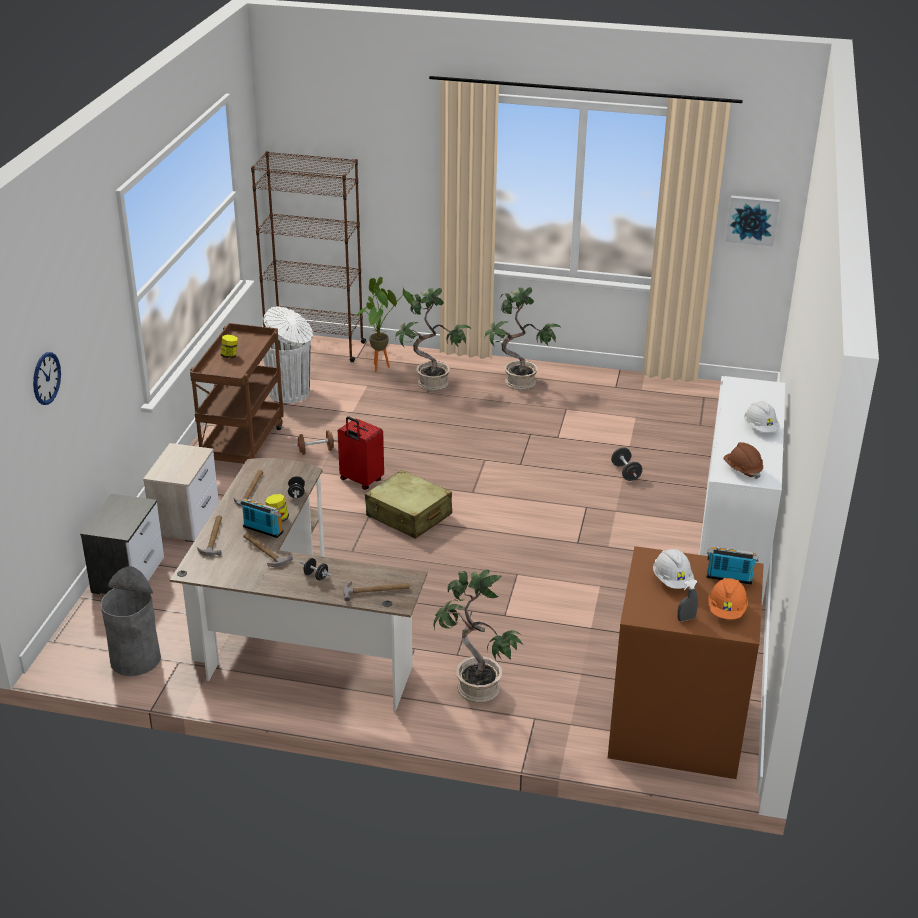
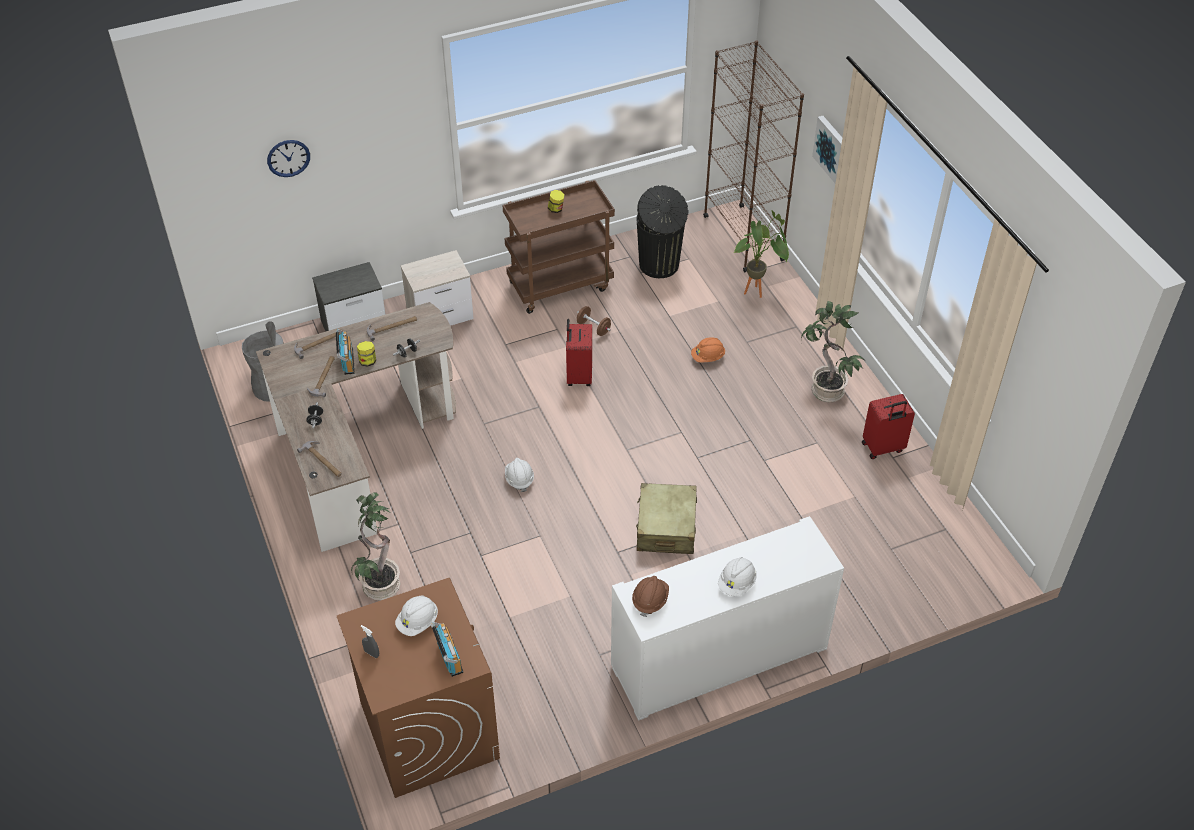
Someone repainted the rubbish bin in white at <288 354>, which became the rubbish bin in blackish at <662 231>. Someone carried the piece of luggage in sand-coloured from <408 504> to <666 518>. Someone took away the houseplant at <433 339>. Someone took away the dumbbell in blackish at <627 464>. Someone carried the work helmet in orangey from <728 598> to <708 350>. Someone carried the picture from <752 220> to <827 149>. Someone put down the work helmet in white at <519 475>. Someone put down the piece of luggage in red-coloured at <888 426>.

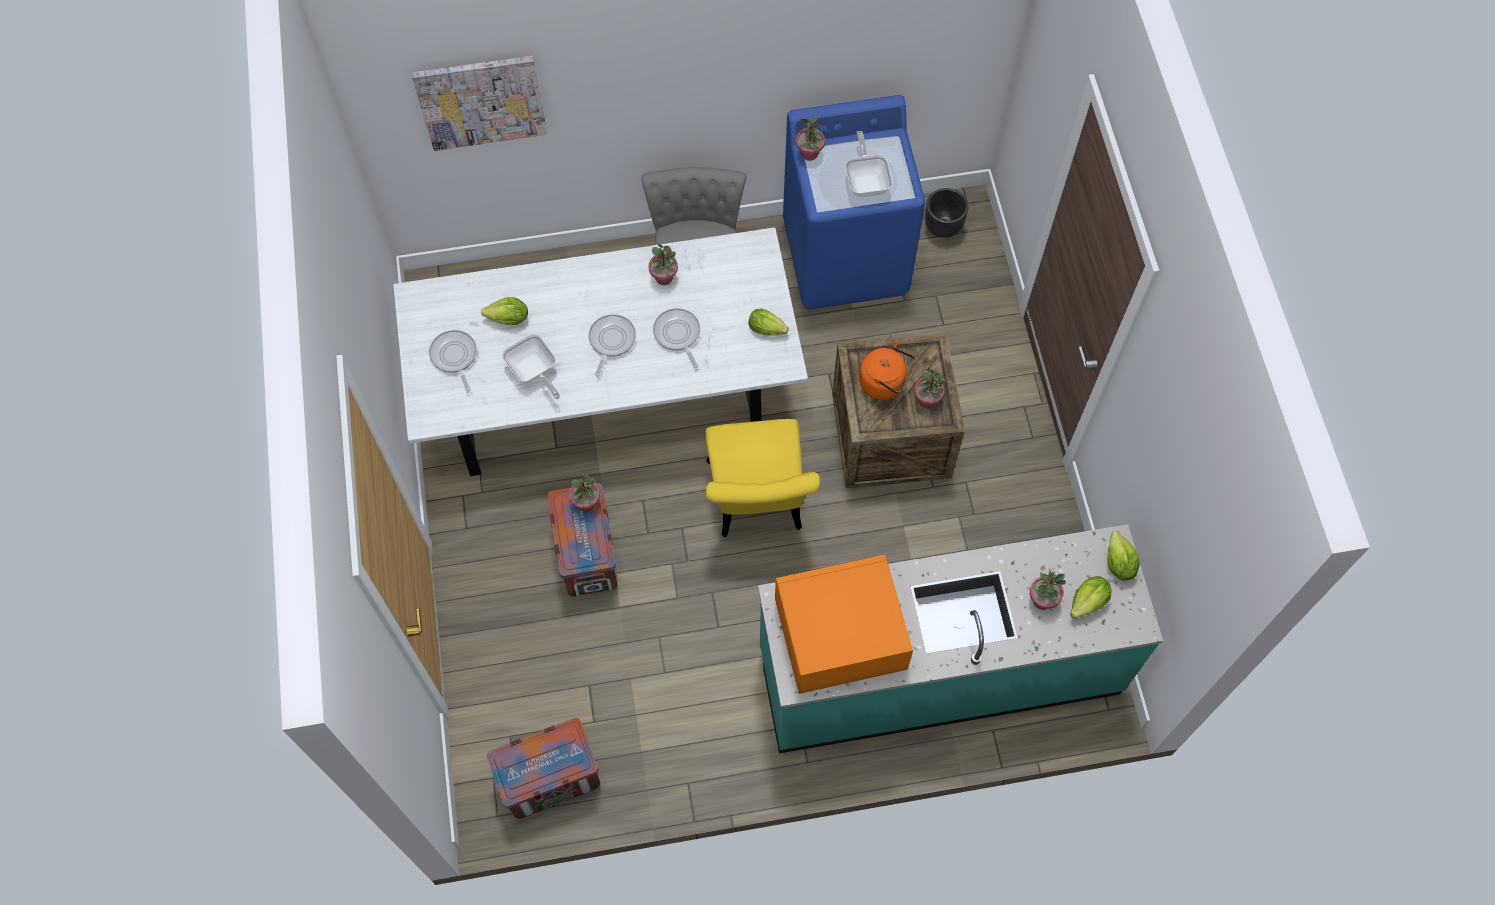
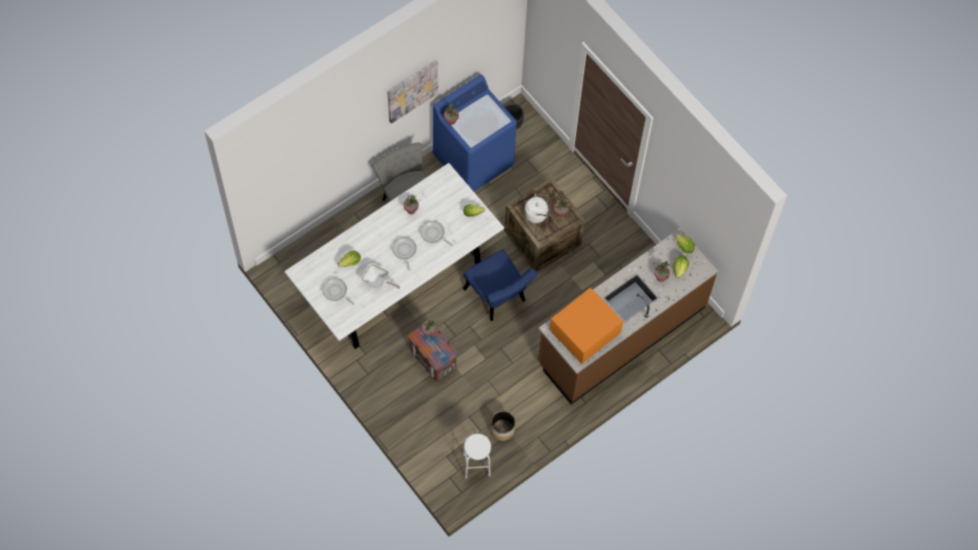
Someone carried the picture from <479 103> to <412 92>. Someone swapped the packing crate at <543 768> for the stool seat in white at <477 456>. Someone repainted the upright chair in yellowish at <762 478>, which became the upright chair in bluish at <500 285>. Someone repainted the kitchen counter in turquoise-coloured at <960 638>, which became the kitchen counter in brownish at <628 316>. Someone took away the frying pan at <869 164>. Someone repainted the tea kettle in orangey at <887 371>, which became the tea kettle in white at <537 208>. Someone put down the flower pot at <503 426>.

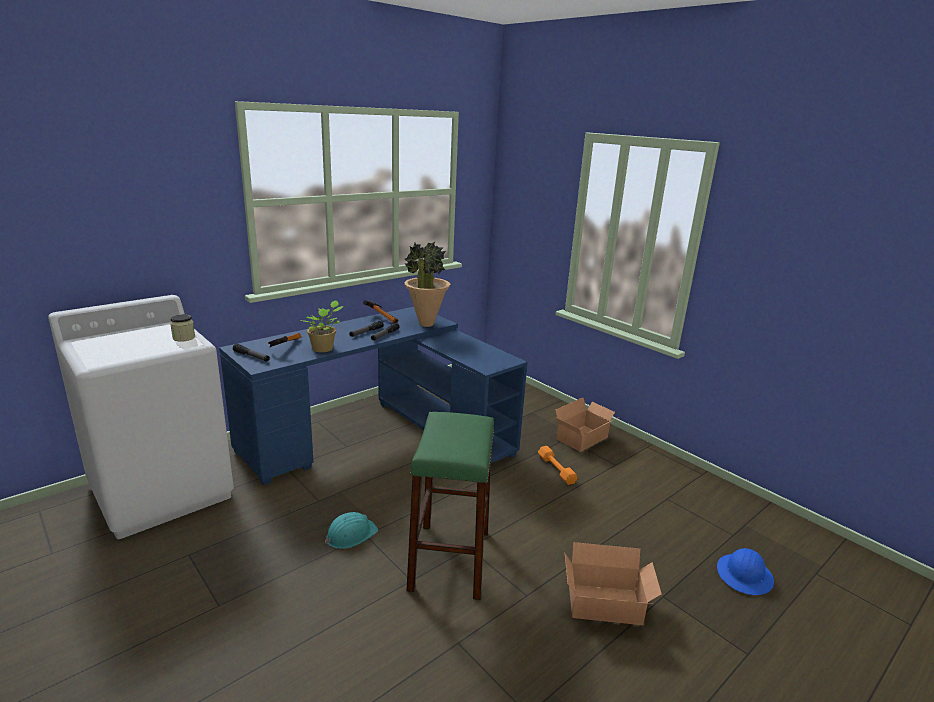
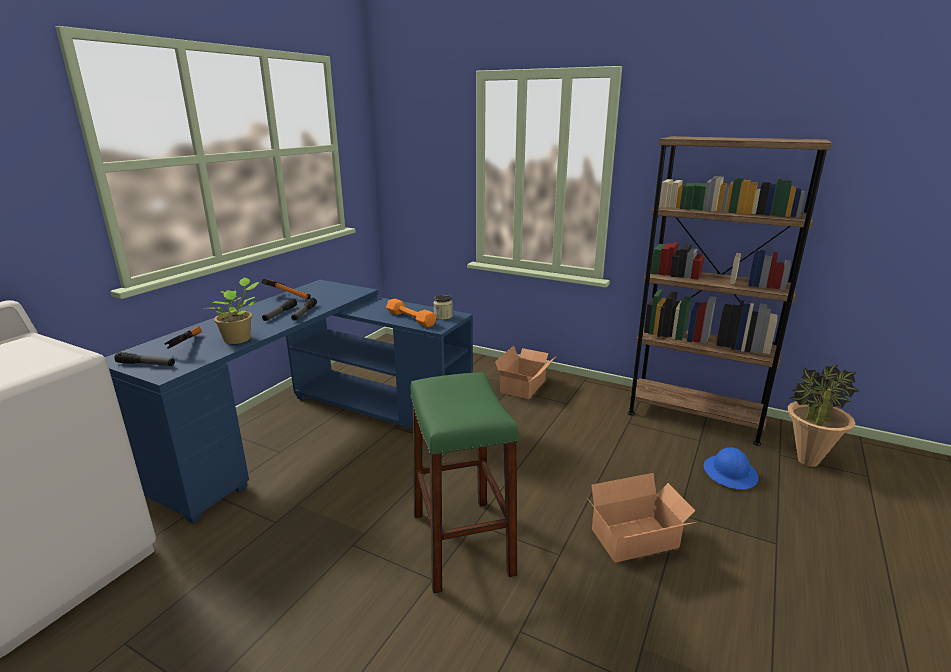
Someone carried the jar from <182 328> to <443 307>. Someone took away the work helmet in turquoise-coloured at <351 530>. Someone carried the houseplant from <427 284> to <823 415>. Someone carried the dumbbell in orangey from <558 465> to <411 313>. Someone put down the bookshelf in brownish at <730 291>.

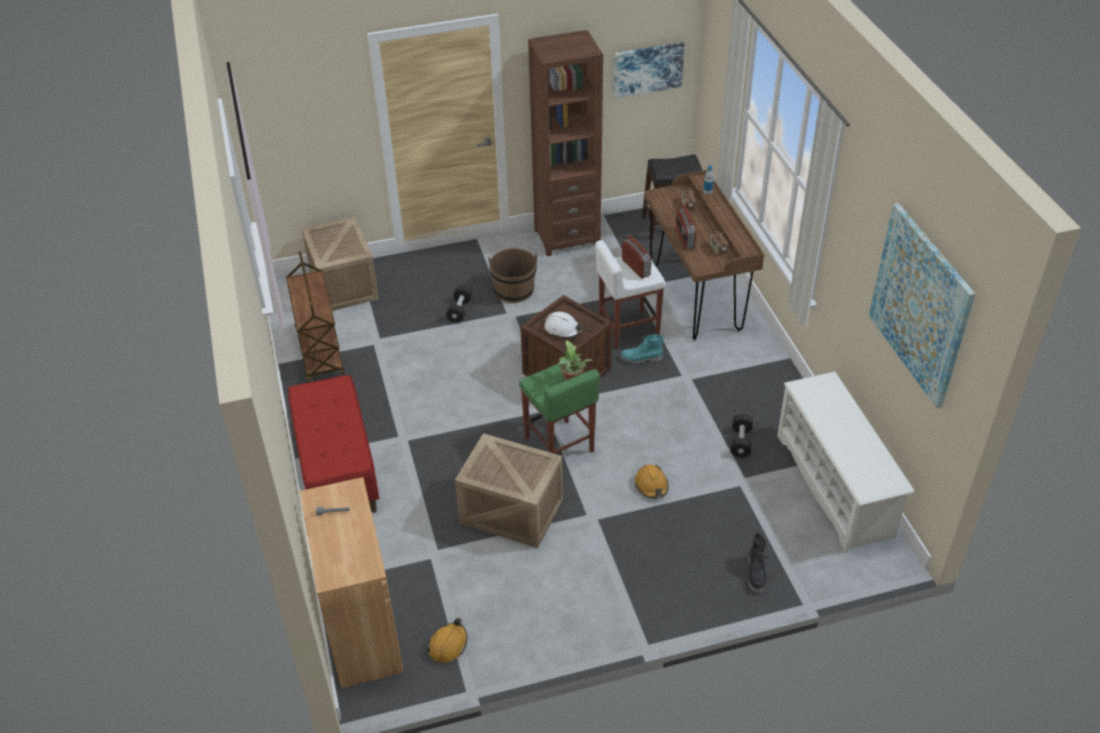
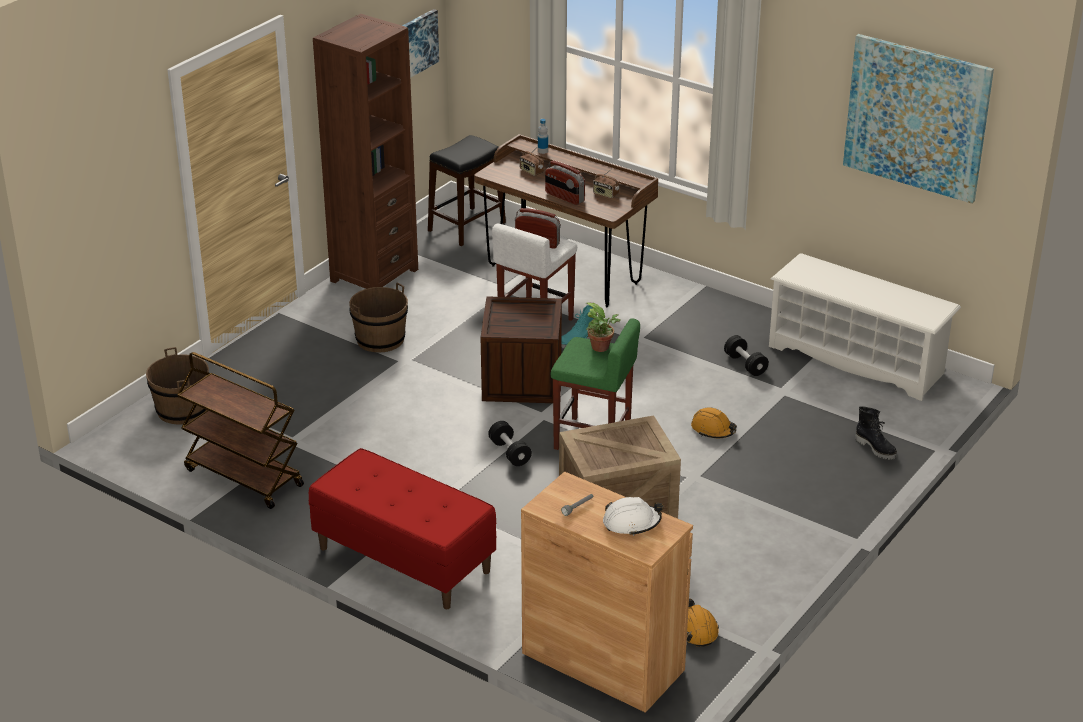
Someone swapped the packing crate at <340 263> for the bucket in brownish at <177 386>. Someone carried the dumbbell in blackish from <459 304> to <510 443>. Someone carried the work helmet in white from <563 324> to <633 516>.

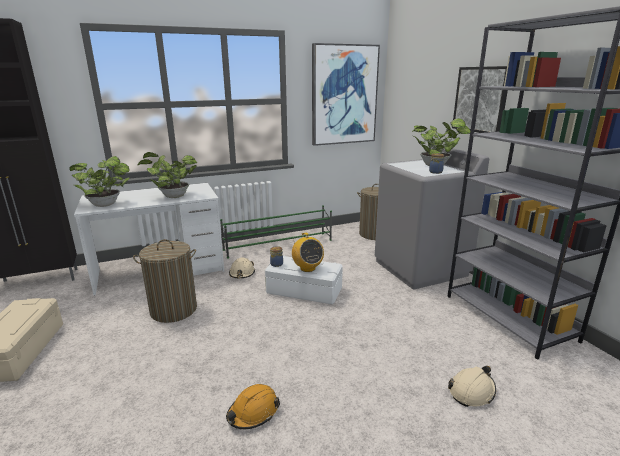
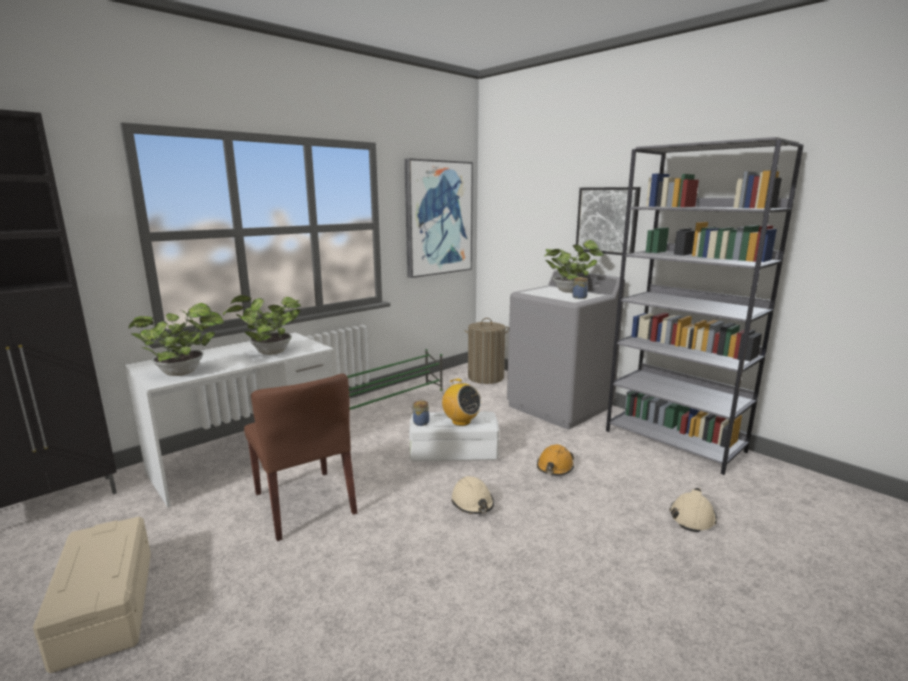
Someone swapped the washing basket at <165 281> for the upright chair in brownish at <300 457>. Someone carried the work helmet in orangey from <253 406> to <555 459>. Someone carried the work helmet in sand-coloured from <242 267> to <472 495>.

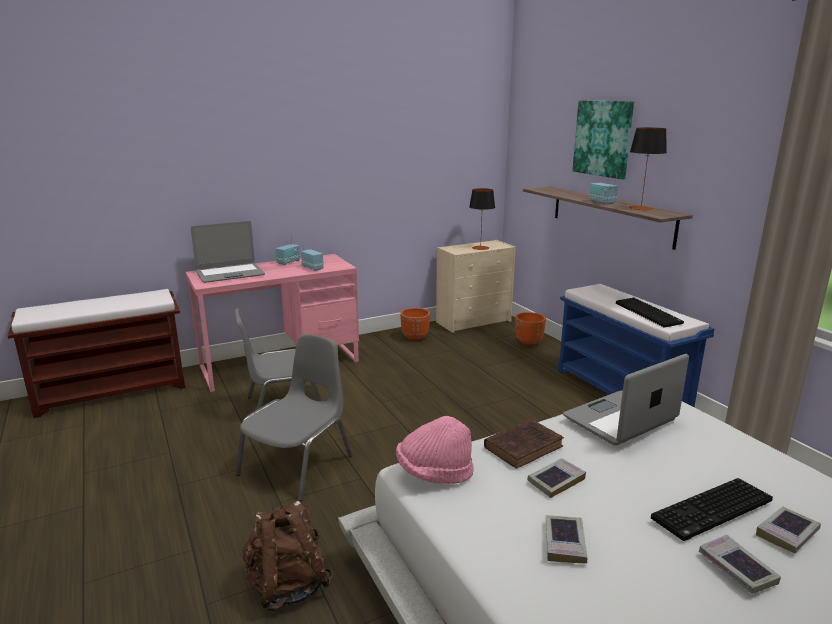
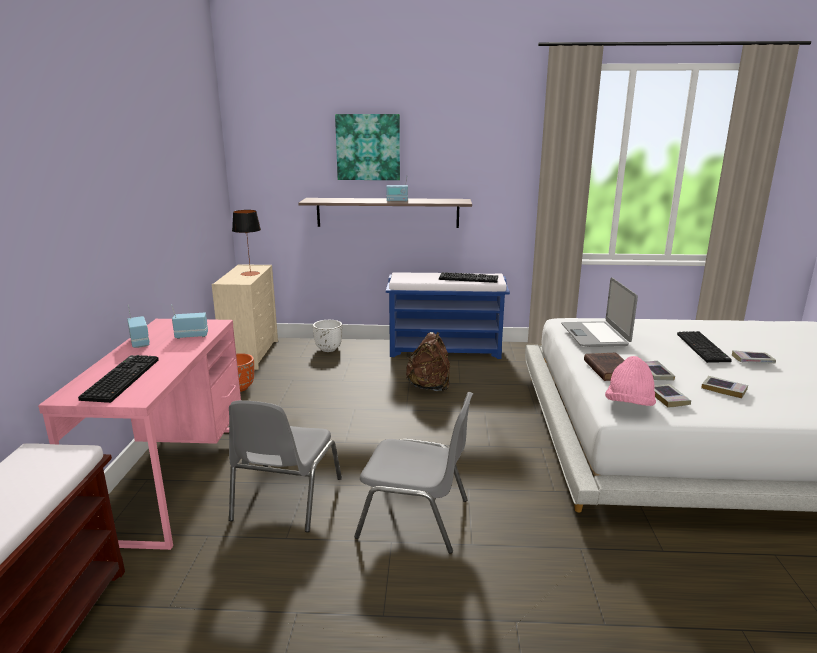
Someone swapped the notebook computer at <228 252> for the computer keyboard at <118 379>. Someone rotated the upright chair in gray at <294 417> by 135 degrees clockwise. Someone carried the rucksack in brownish from <288 555> to <428 362>. Someone repainted the flower pot in orangey at <530 329>, which became the flower pot in white at <327 336>. Someone took away the table lamp at <648 169>. Someone carried the volume from <788 529> to <672 396>.

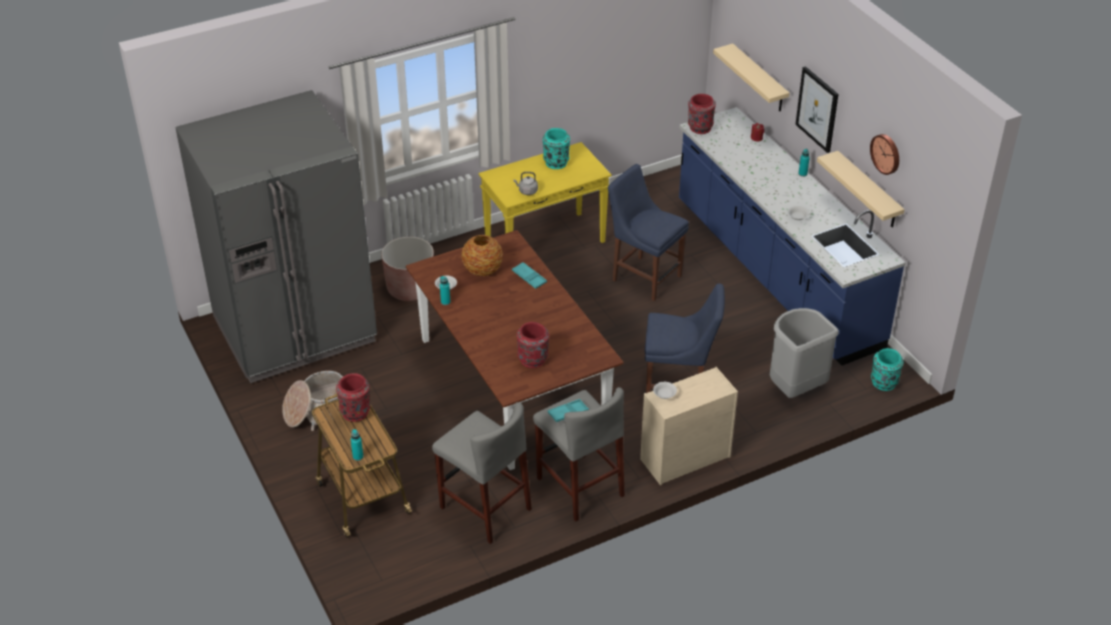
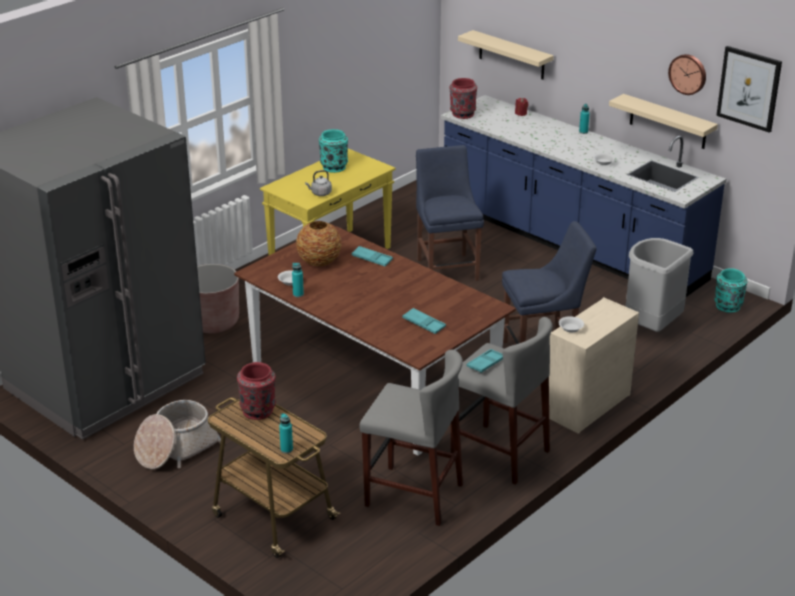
Someone swapped the flower vase in red-coloured at <533 345> for the serving tray in turquoise-coloured at <424 321>. Someone rotated the upright chair in bluish at <648 232> by 60 degrees clockwise. Someone carried the picture from <817 109> to <749 89>.

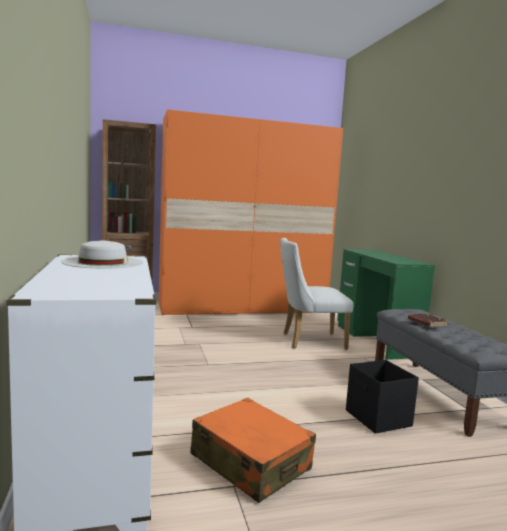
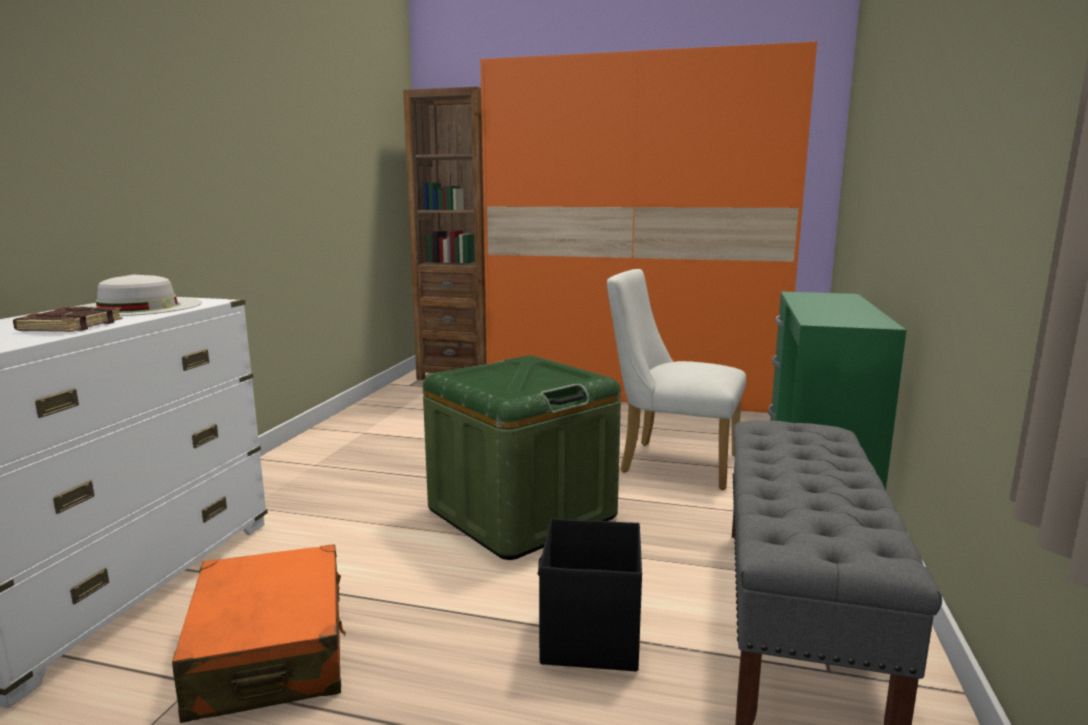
Someone carried the volume in brownish from <428 320> to <67 319>. Someone put down the storage container in green at <522 457>.

